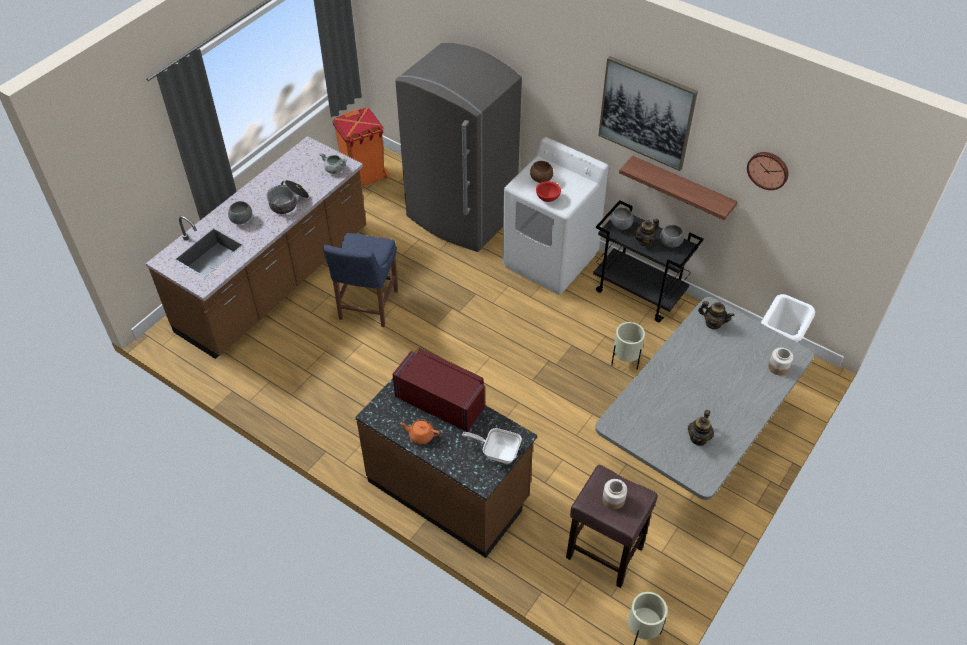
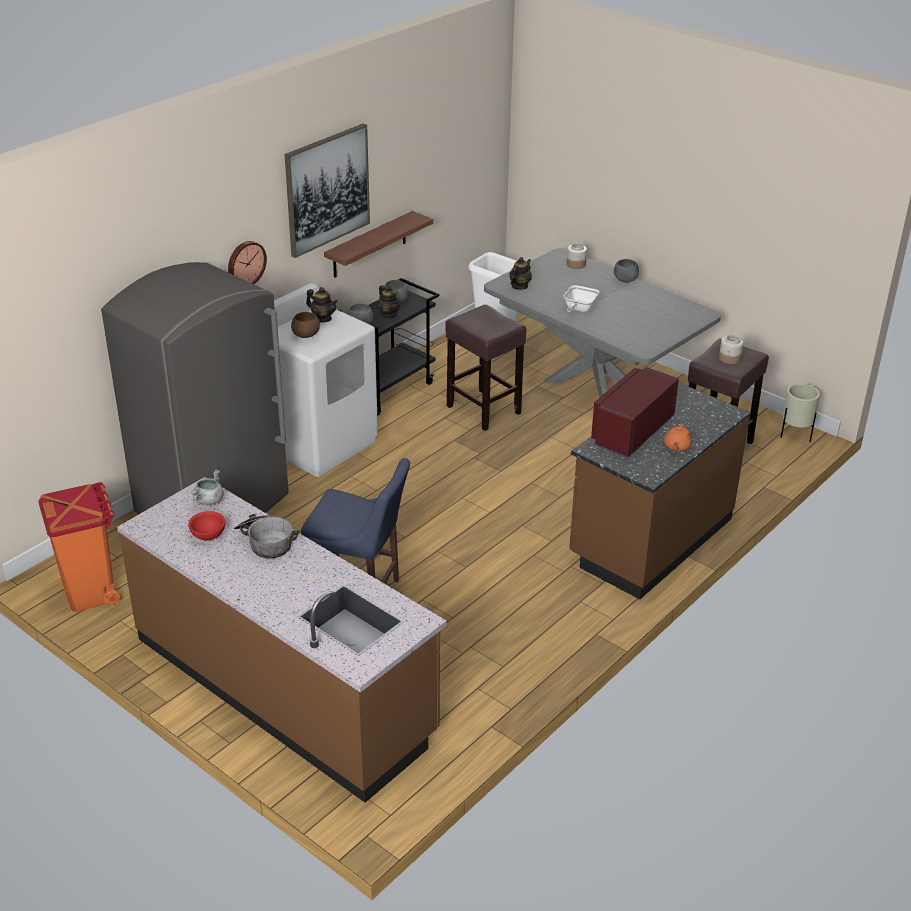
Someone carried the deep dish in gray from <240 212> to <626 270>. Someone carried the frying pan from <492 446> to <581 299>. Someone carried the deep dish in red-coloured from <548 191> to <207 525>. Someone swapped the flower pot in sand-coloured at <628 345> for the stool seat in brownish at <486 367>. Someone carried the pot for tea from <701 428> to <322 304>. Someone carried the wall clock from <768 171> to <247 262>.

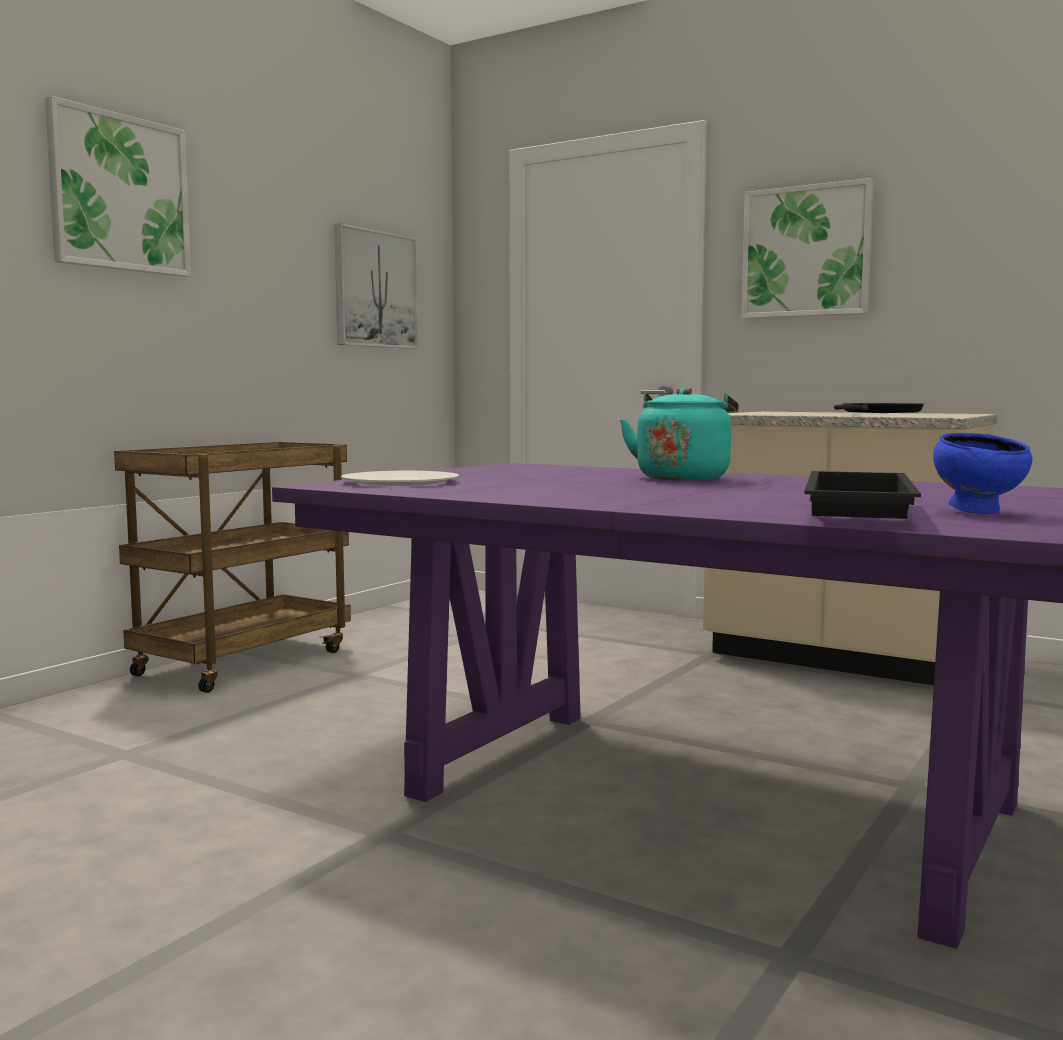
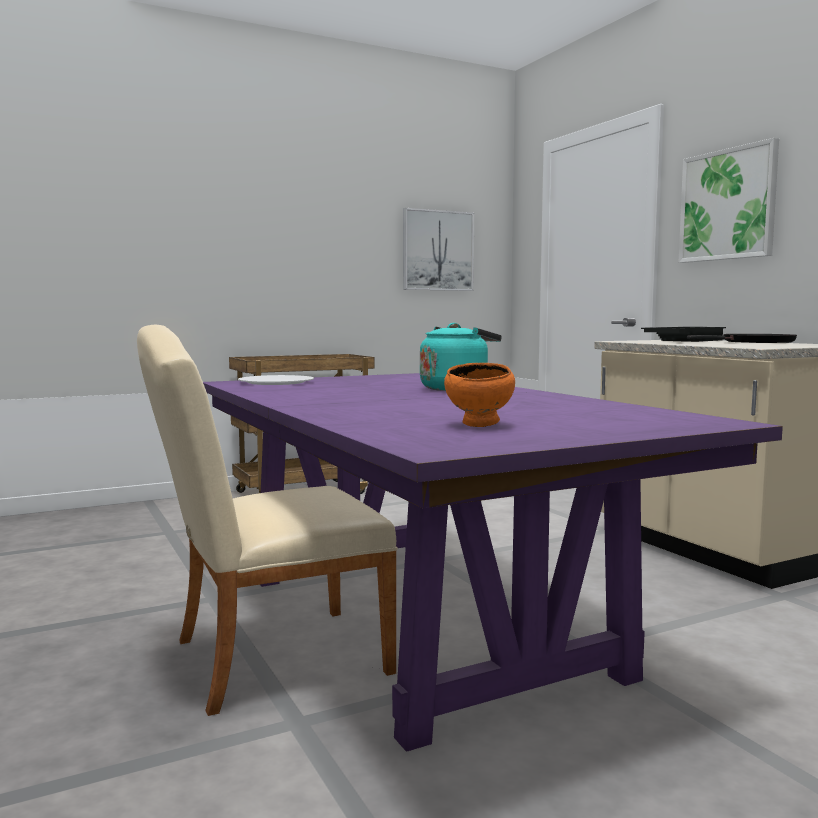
Someone took away the picture at <118 186>. Someone carried the serving tray in blackish from <863 495> to <683 334>. Someone repainted the deep dish in bluish at <982 473>, which became the deep dish in orangey at <479 395>. Someone put down the upright chair in sand-coloured at <267 520>.

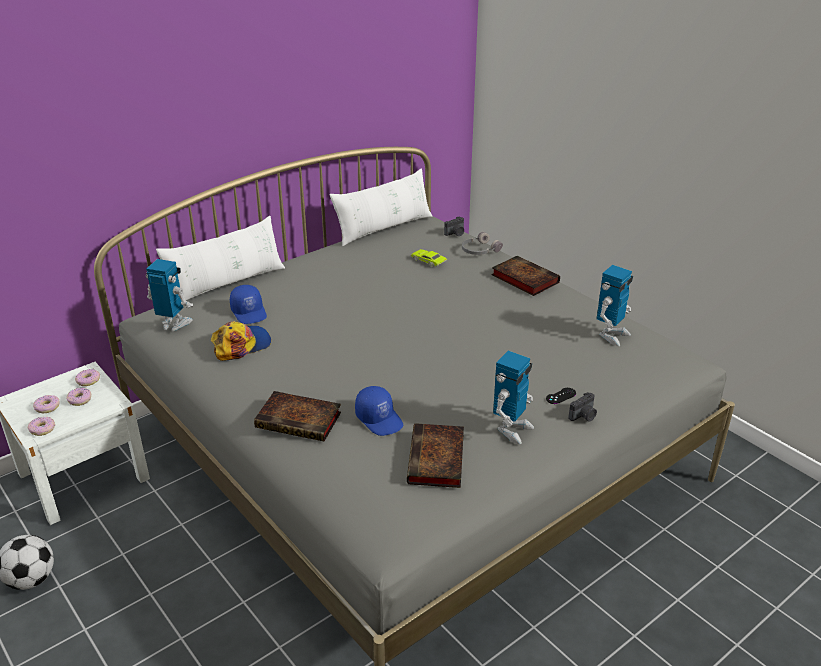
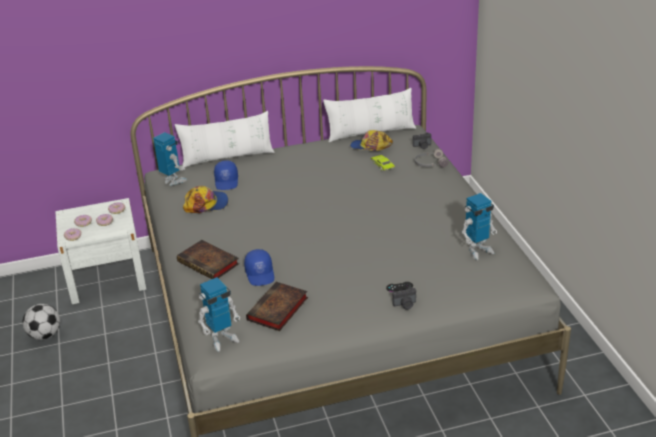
Someone took away the volume at <525 276>. Someone carried the robot figure from <513 397> to <219 314>. Someone put down the peaked cap at <371 140>.

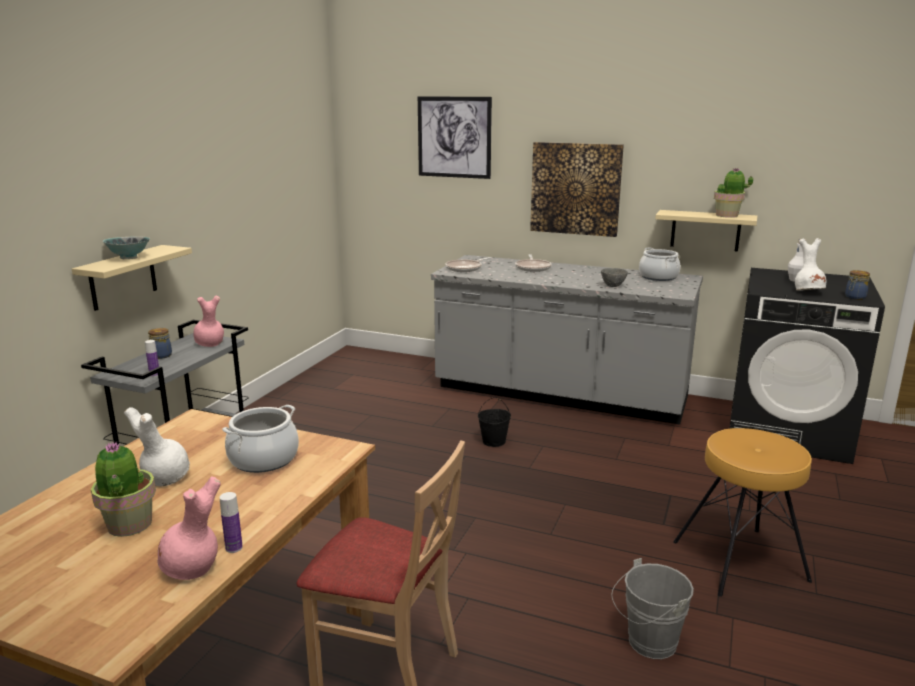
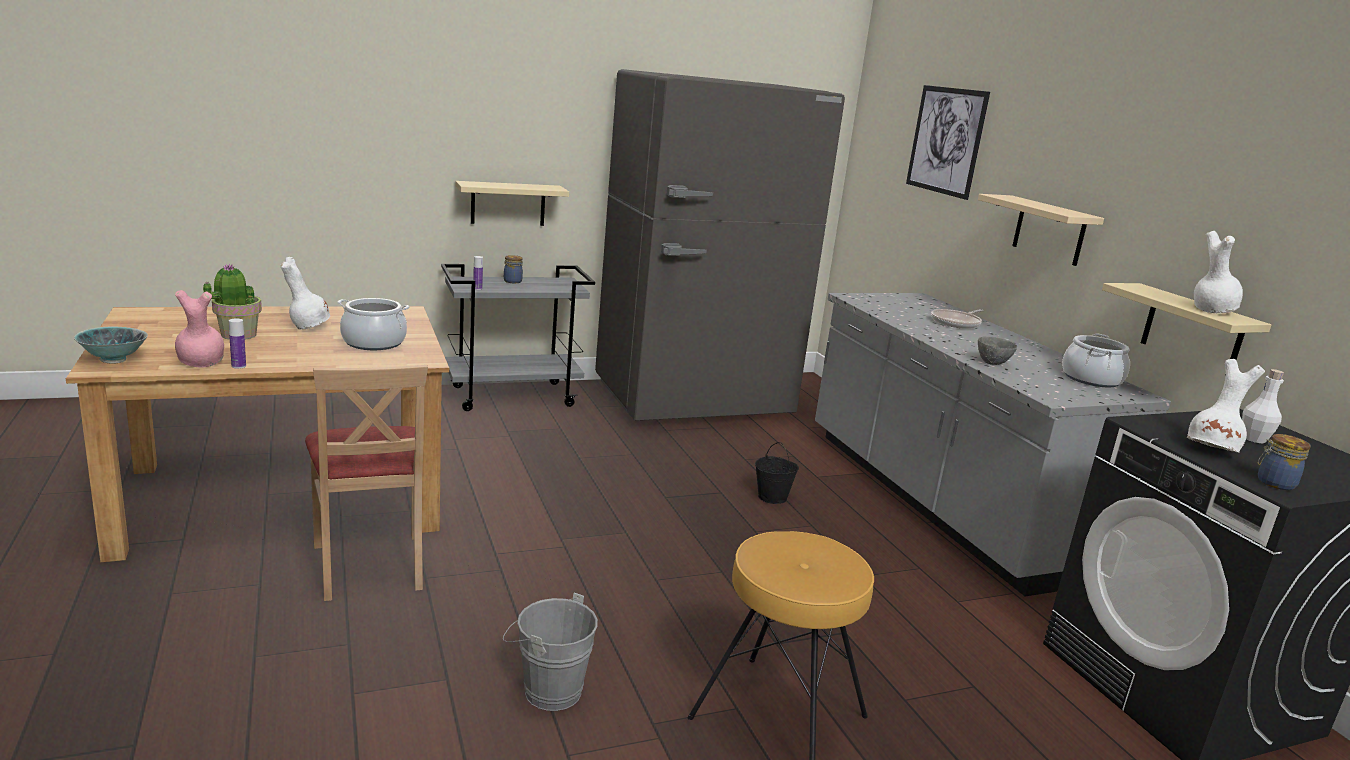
Someone carried the deep dish from <126 247> to <111 344>. Someone took away the flower vase in pinkish at <208 321>. Someone took away the frying pan at <468 264>. Someone swapped the picture at <577 189> for the bracket shelf in sand-coloured at <1041 230>. Someone swapped the houseplant at <733 193> for the flower vase in white at <1218 272>. Someone put down the kitchen fridge in gray at <720 245>.

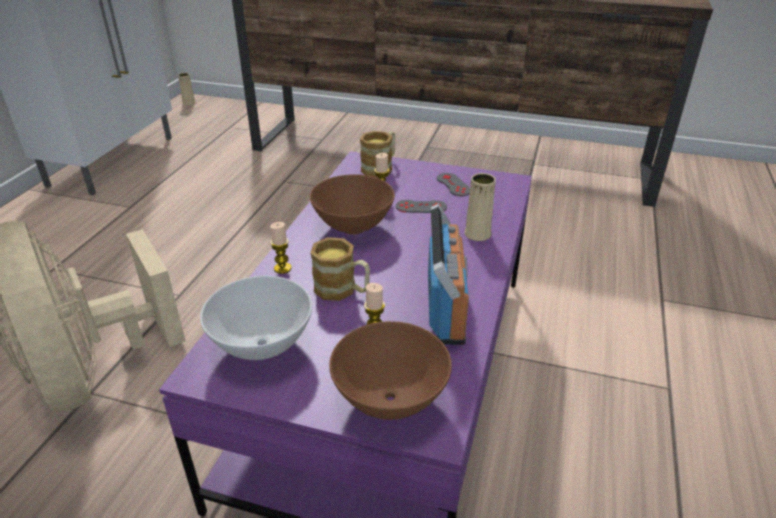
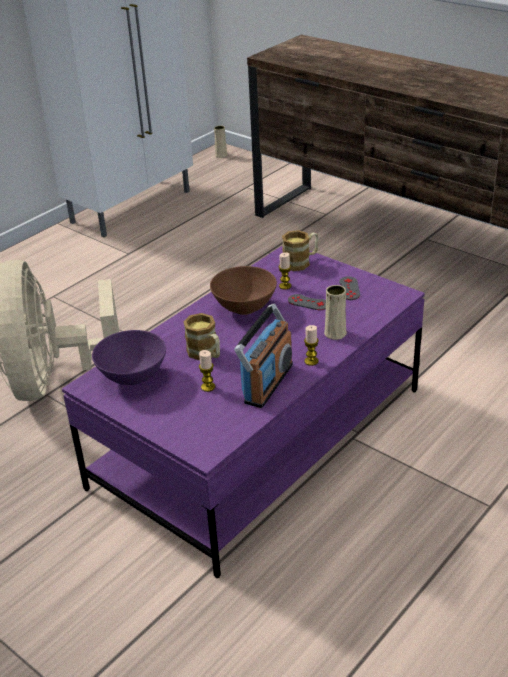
Someone repainted the deep dish in white at <256 318>, which became the deep dish in purple-coloured at <129 357>. Someone carried the wax candle from <281 248> to <311 345>. Someone took away the deep dish in brownish at <390 370>.

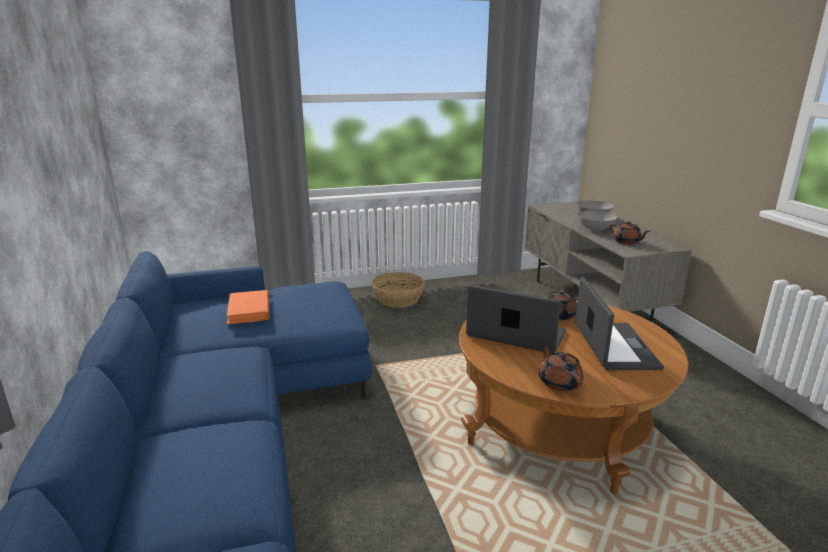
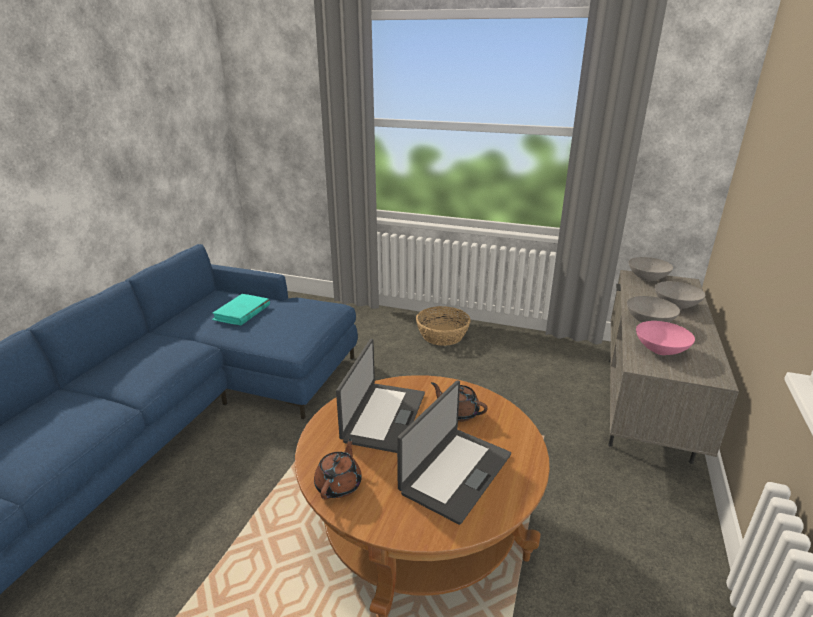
Someone repainted the volume in orangey at <248 307>, which became the volume in turquoise-coloured at <241 309>. Someone rotated the notebook computer at <516 319> by 45 degrees clockwise. Someone swapped the pot for tea in brownish at <629 232> for the deep dish in pinkish at <665 338>. Someone put down the deep dish in gray at <651 269>.

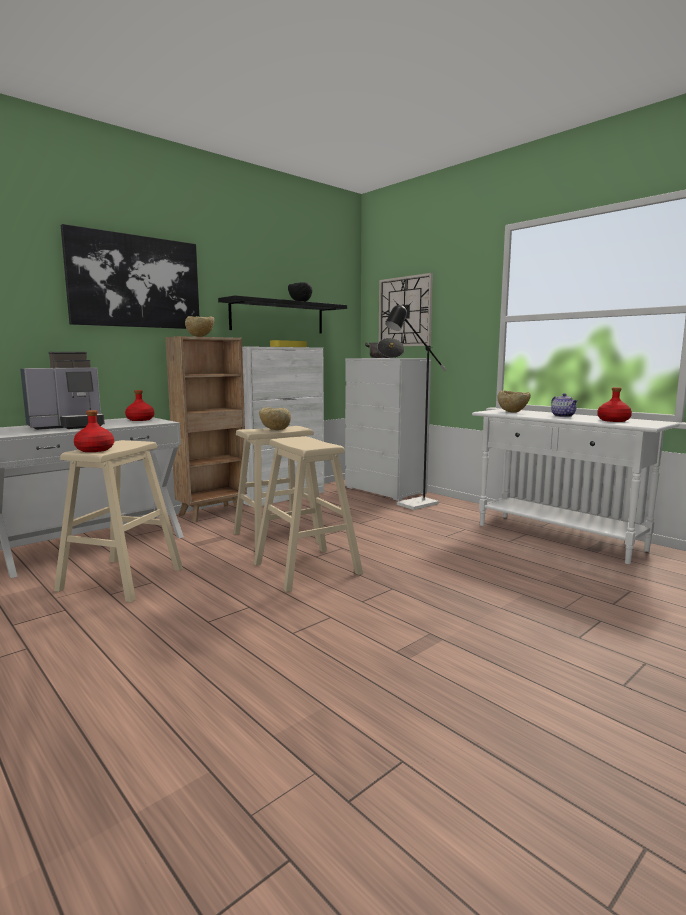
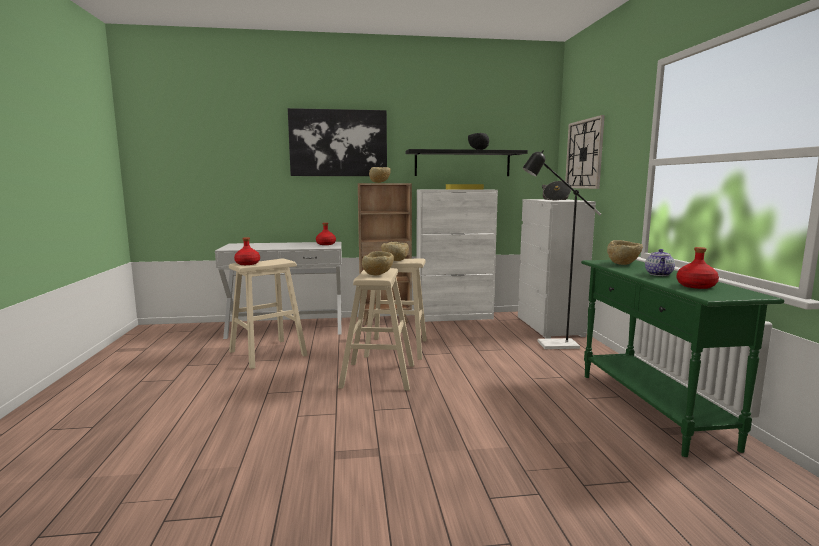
Someone took away the coffee brewer at <62 391>. Someone repainted the hall table in white at <576 486>, which became the hall table in green at <682 358>. Someone put down the deep dish in sand-coloured at <378 263>.

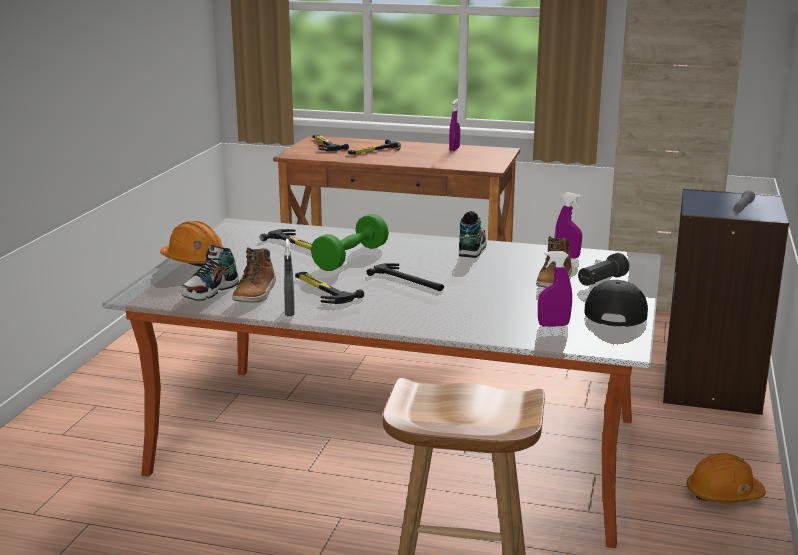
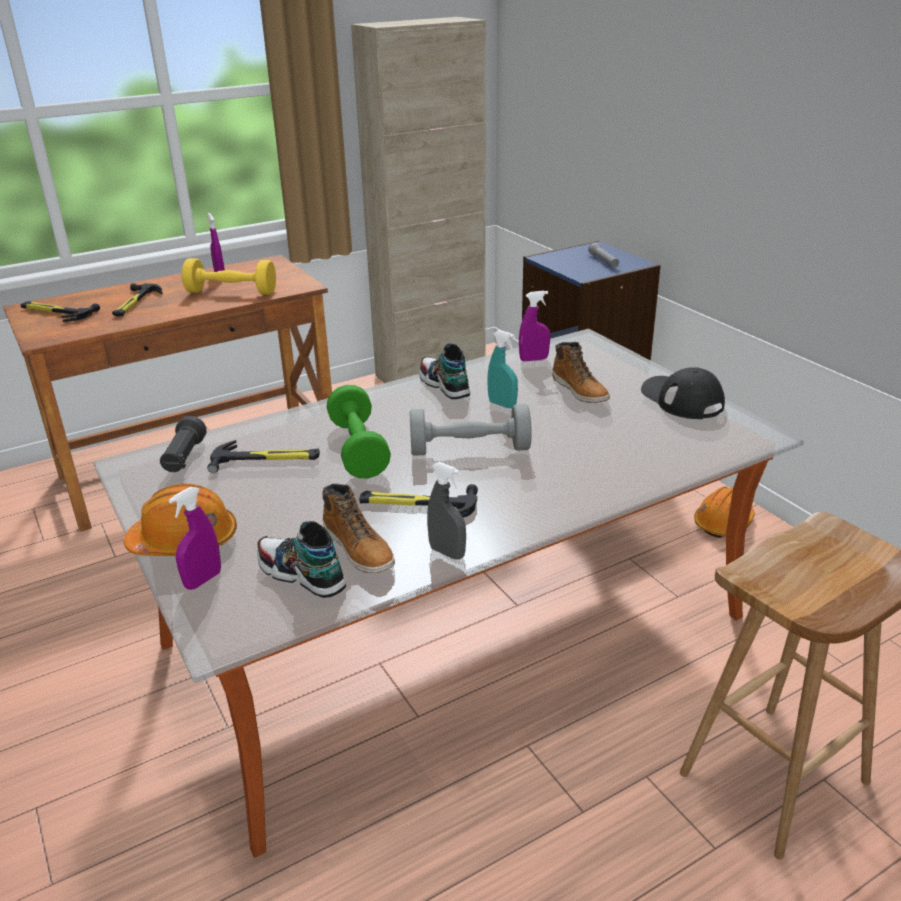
Someone rotated the shoe at <209 272> by 135 degrees clockwise. Someone swapped the tool hammer at <405 277> for the dumbbell in gray at <470 430>. Someone carried the hand sprayer in purple-coloured from <555 289> to <194 538>. Someone carried the torch in blackish from <603 269> to <183 444>. Someone put down the dumbbell in yellowish at <229 276>. Someone put down the hand sprayer in turquoise-coloured at <502 369>.

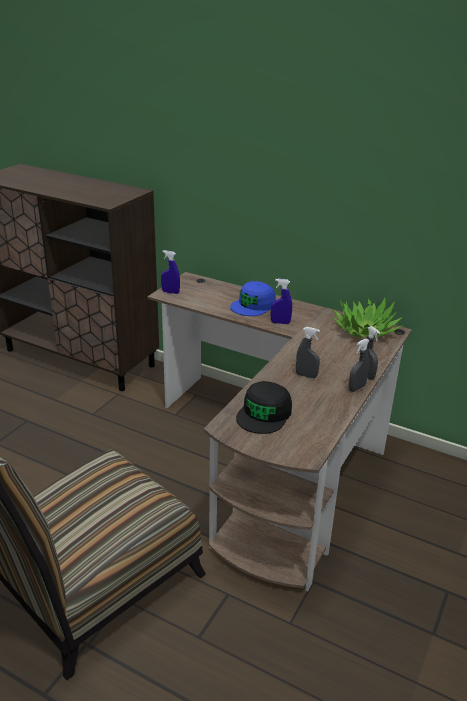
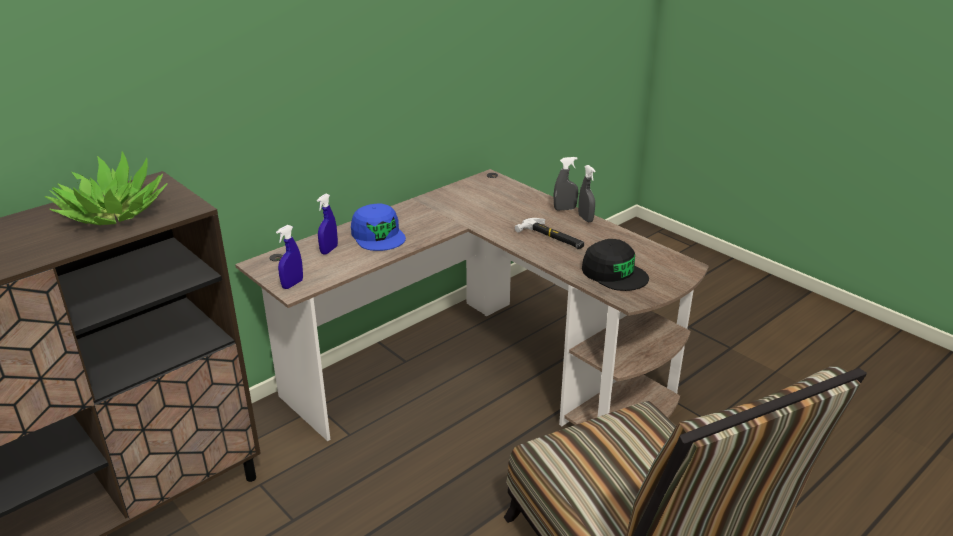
Someone carried the hand sprayer in bluish from <281 301> to <327 224>. Someone swapped the hand sprayer in gray at <308 352> for the tool hammer at <549 233>. Someone carried the houseplant from <367 318> to <106 188>.

